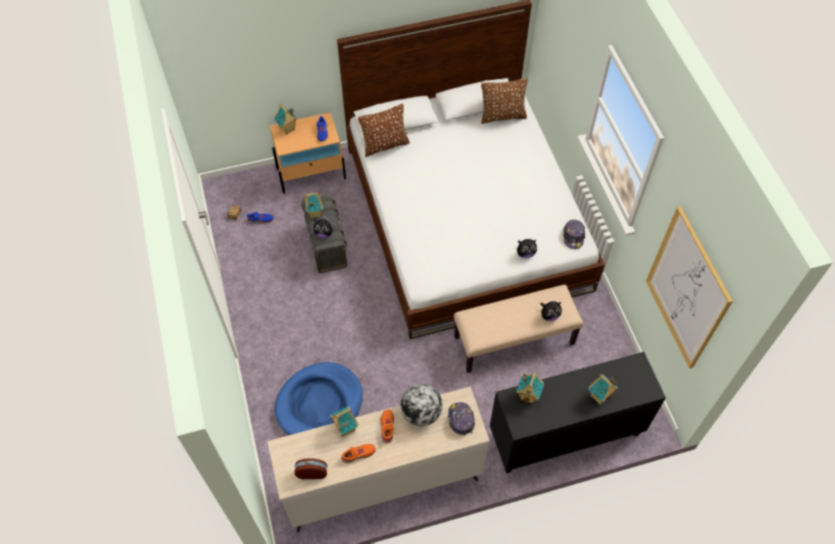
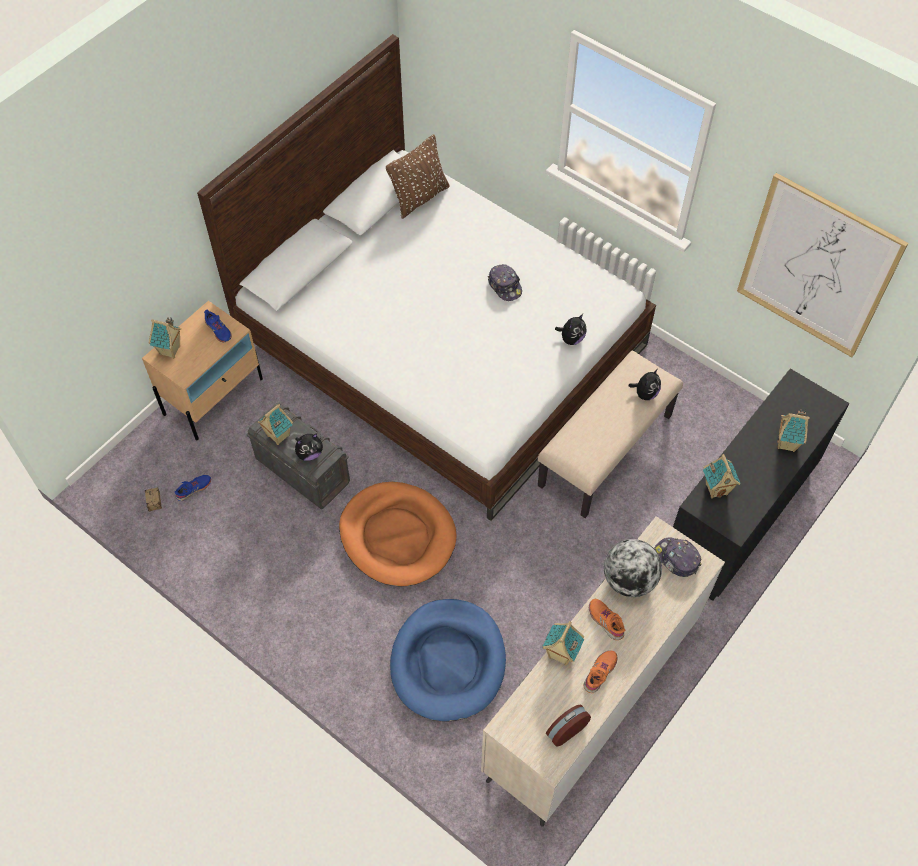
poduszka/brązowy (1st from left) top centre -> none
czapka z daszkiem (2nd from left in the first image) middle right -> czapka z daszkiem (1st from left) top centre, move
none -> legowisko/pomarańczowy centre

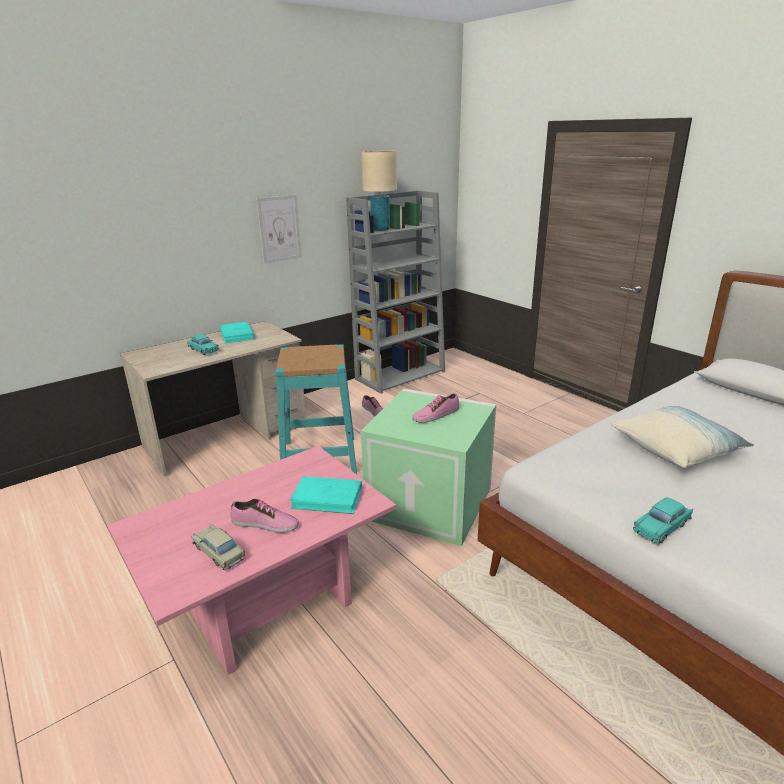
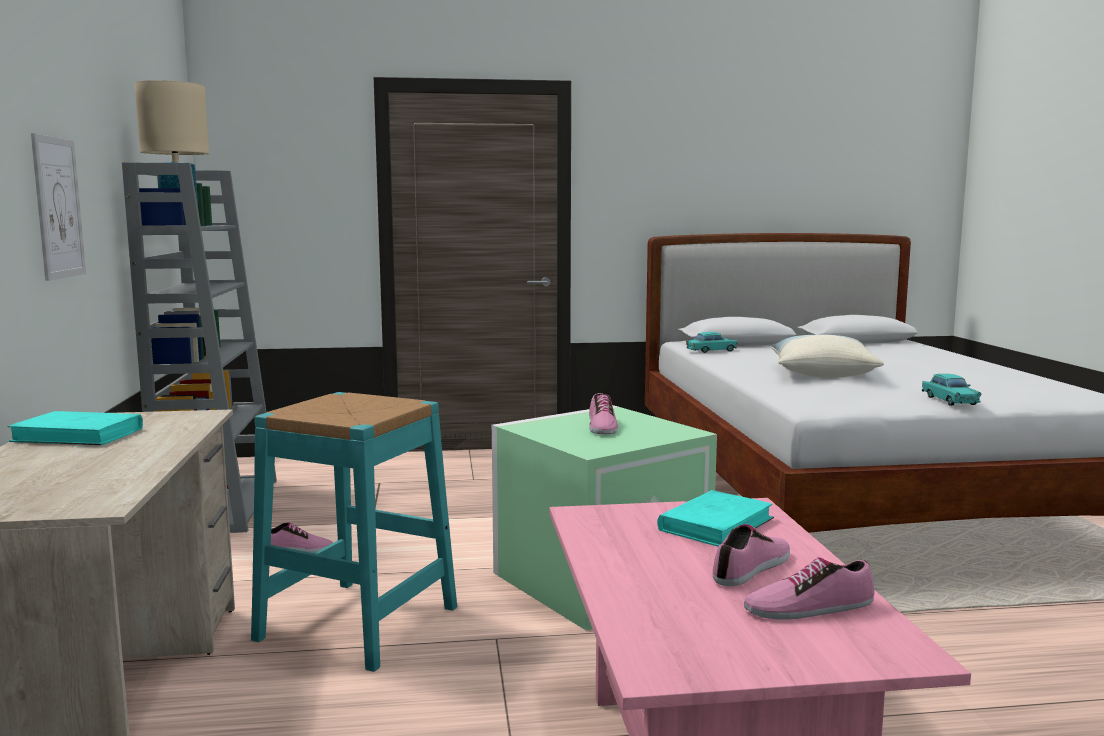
samochodzik/turkusowy (1st from left) middle left -> samochodzik/turkusowy (1st from left) centre, move
samochodzik/beżowy bottom left -> but (4th from left) bottom right

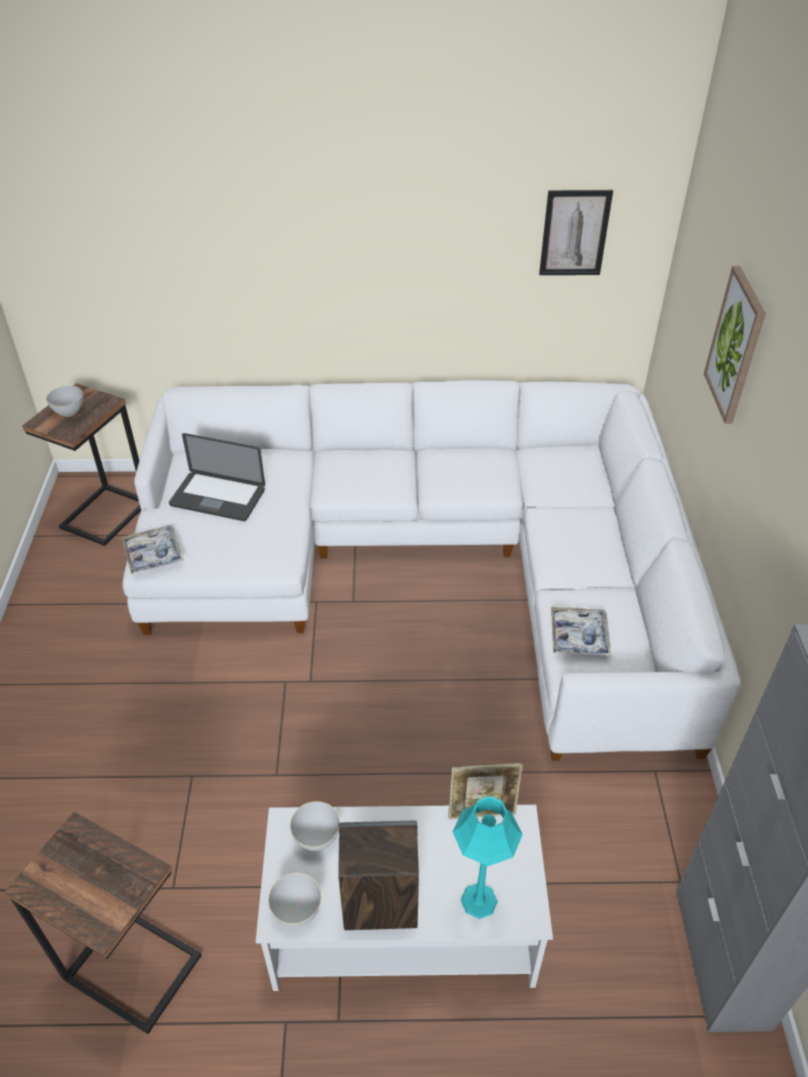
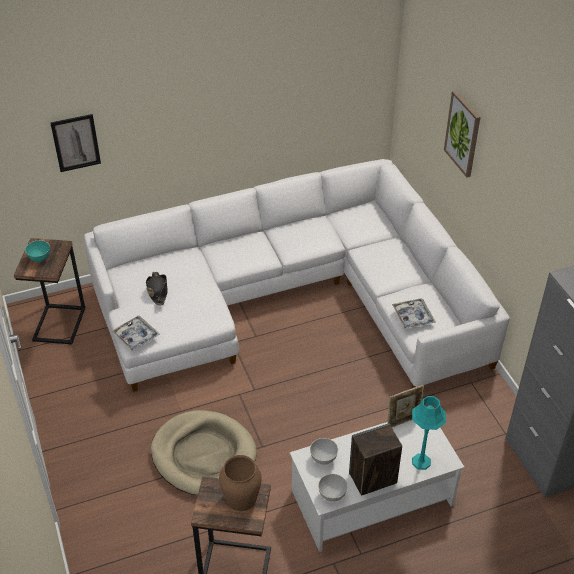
miska/szary (1st from left) middle left -> miska/turkusowy middle left
laptop middle left -> kapelusz/czarny middle left
obraz (1st from left) top right -> obraz (1st from left) top left, move
none -> legowisko/beżowy bottom centre
none -> wazon/brązowy bottom centre

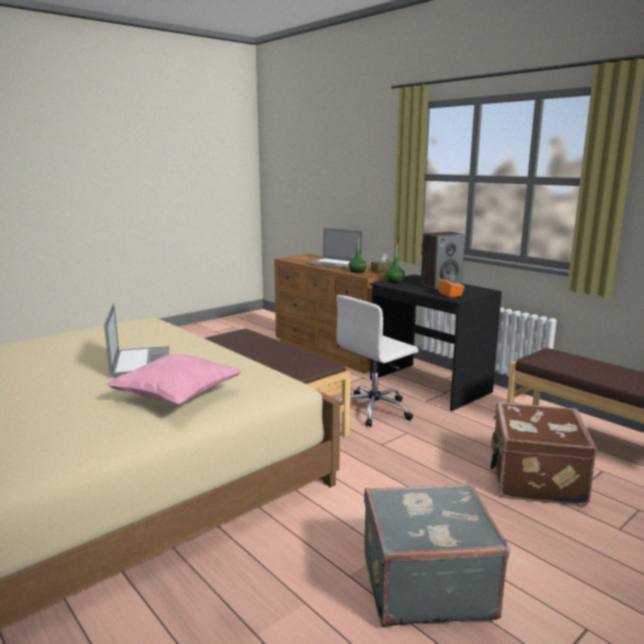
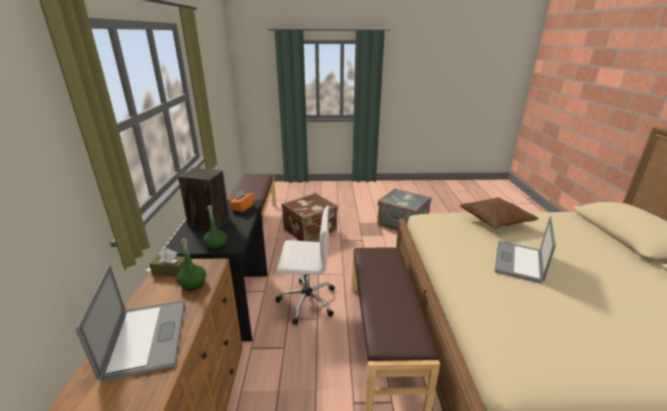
poduszka/różowy middle left -> poduszka/brązowy middle right

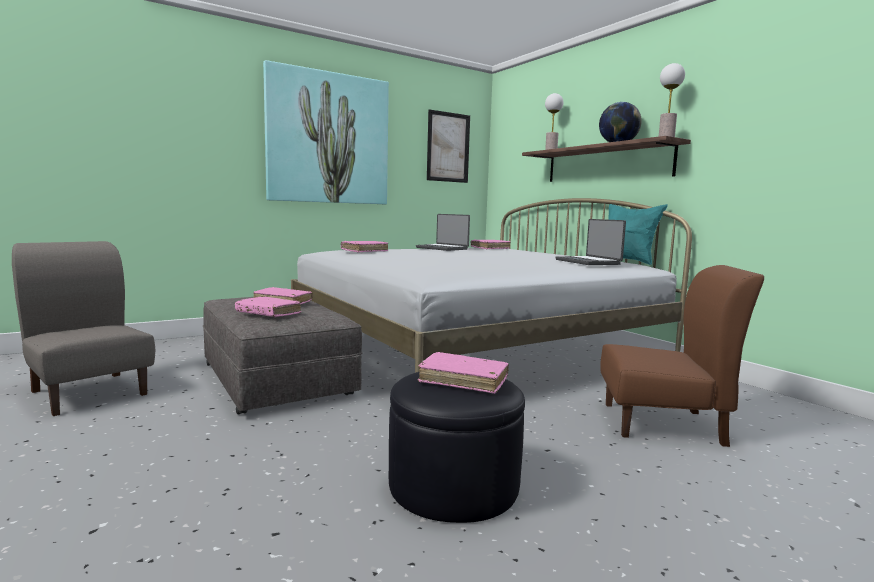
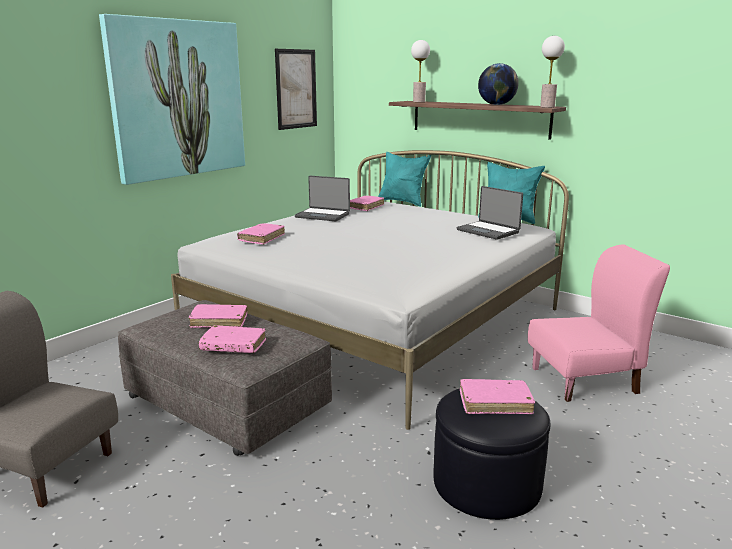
krzesło/brązowy middle right -> krzesło/różowy middle right
none -> poduszka/turkusowy (1st from left) top centre

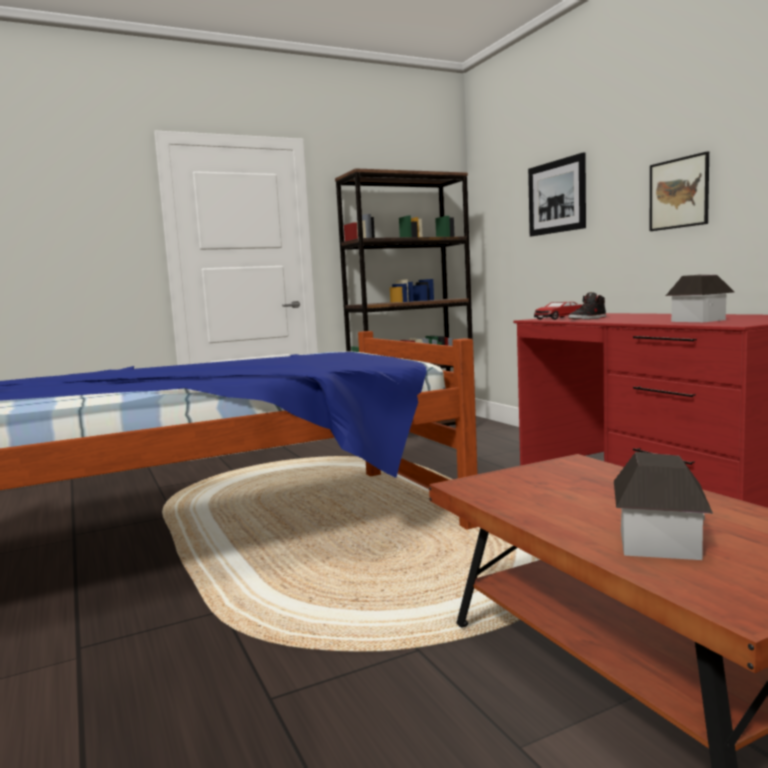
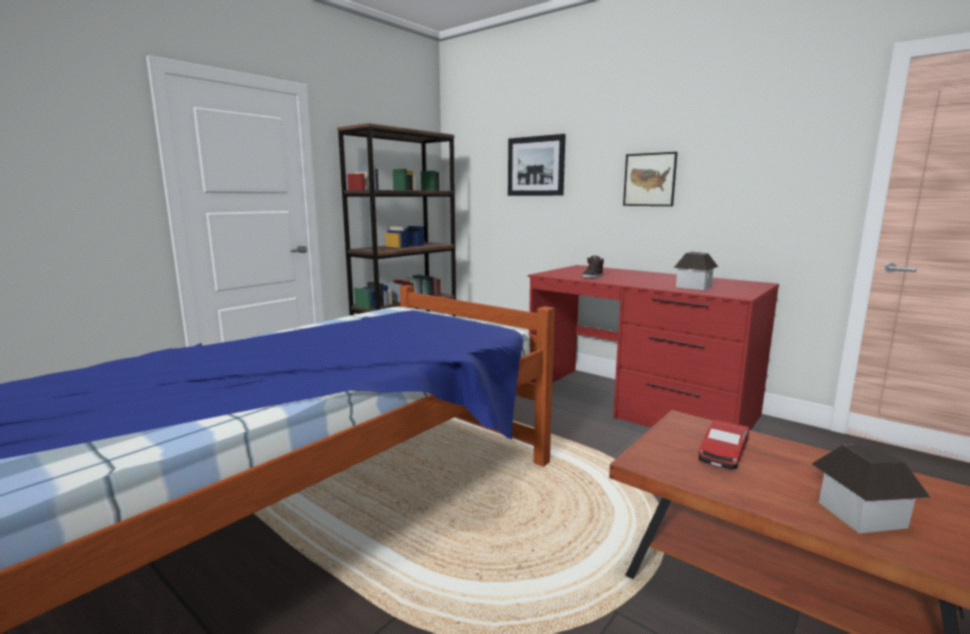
samochodzik middle right -> samochodzik bottom right, move

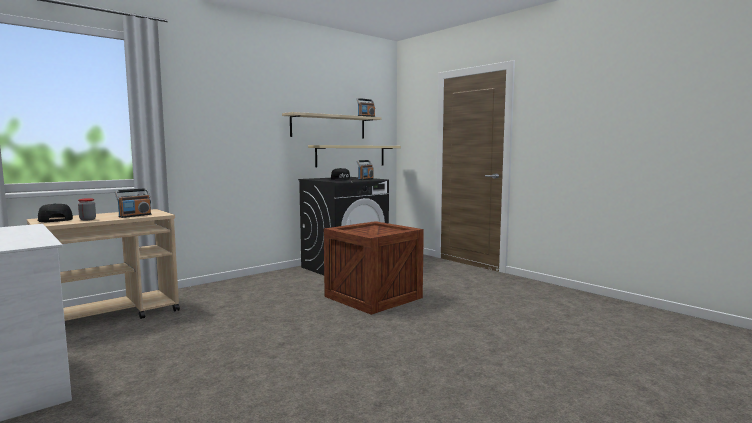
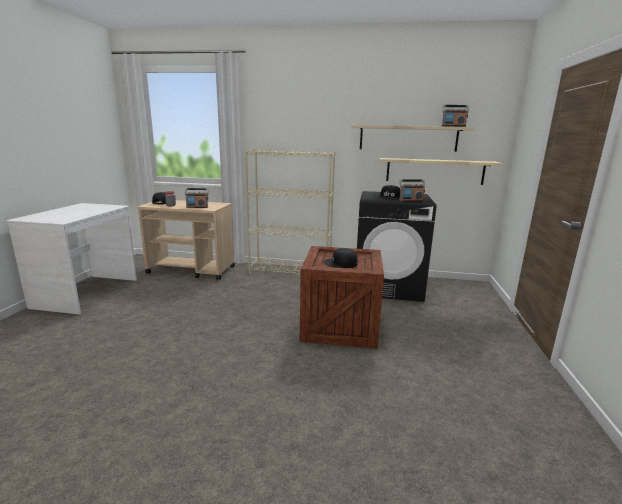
none -> regał/beżowy centre
none -> czapka z daszkiem/czarny (2nd from left) centre

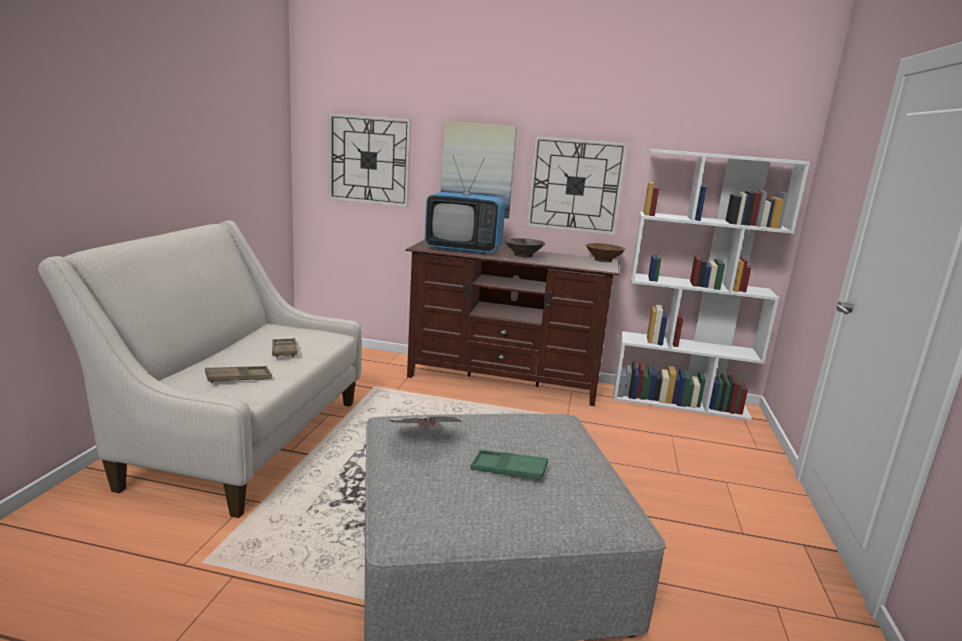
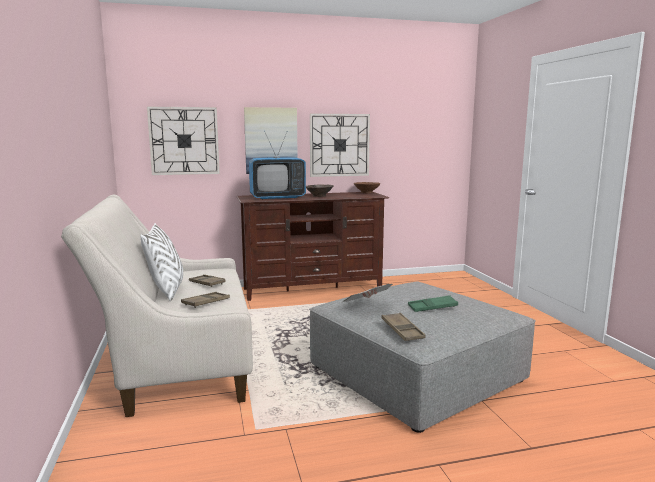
regał/biały middle right -> none
none -> poduszka/biały middle left
none -> taca/brązowy (3rd from left) bottom centre

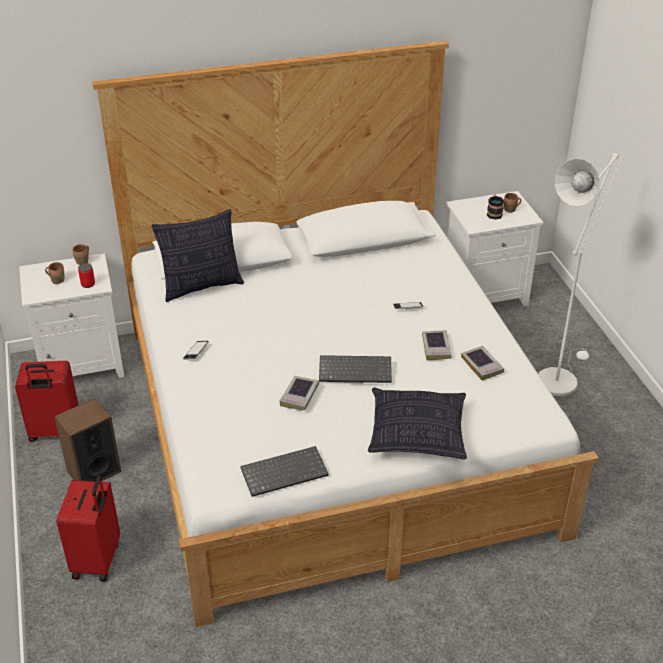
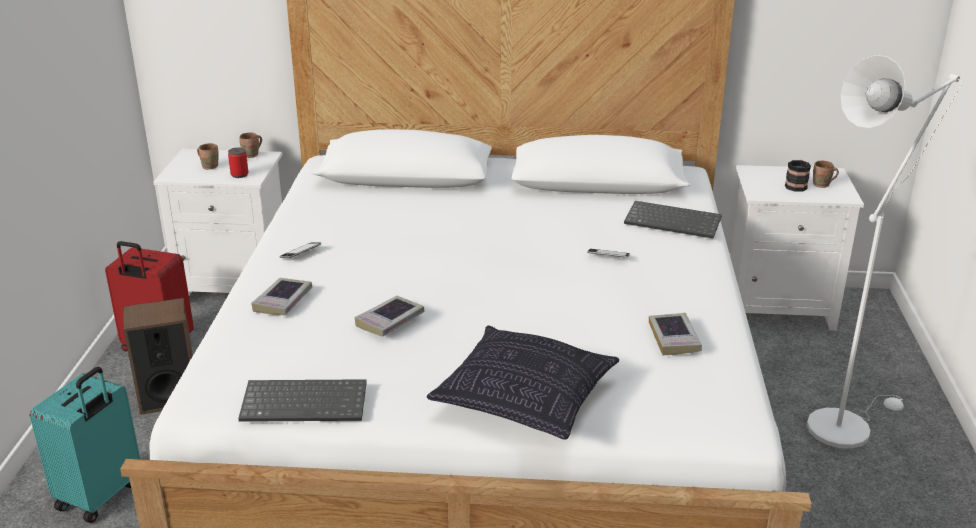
walizka/czerwony (2nd from left) bottom left -> walizka/turkusowy bottom left
poduszka (1st from left) middle left -> none
klawiatura (2nd from left) centre -> klawiatura (2nd from left) middle right, move
książka (2nd from left in the first image) centre -> książka (1st from left) middle left, move

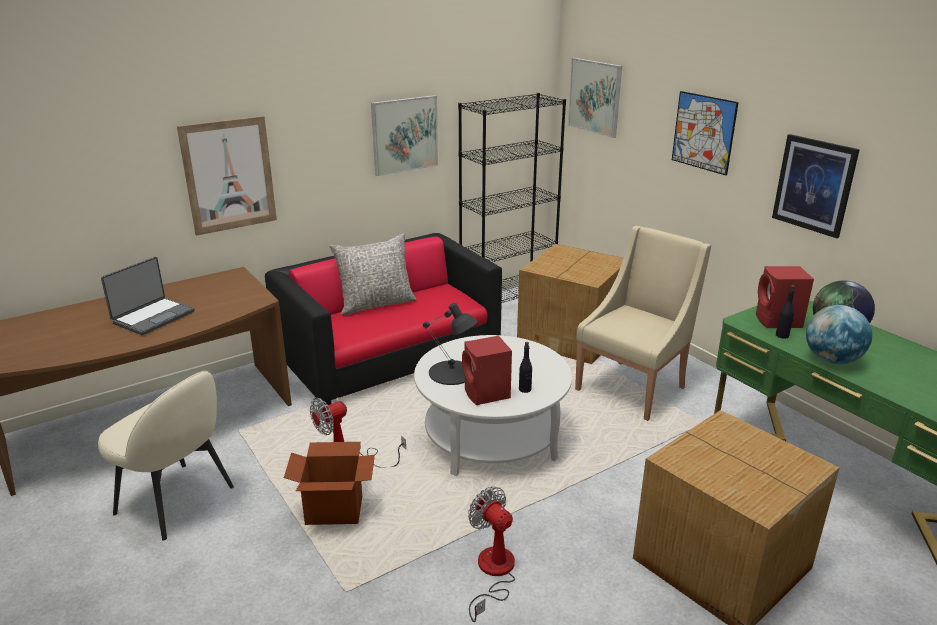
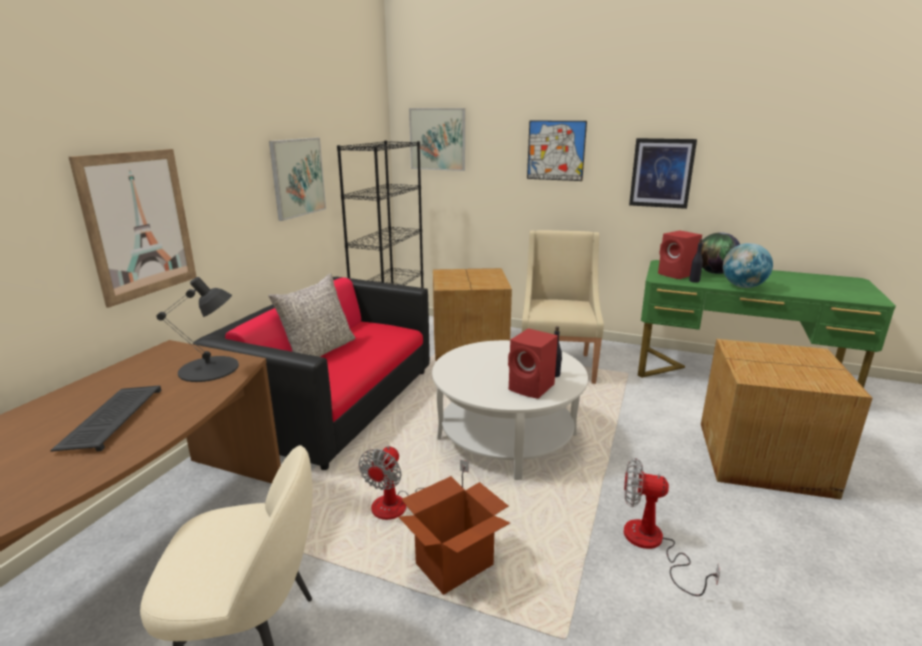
laptop middle left -> klawiatura middle left
lampa stołowa/czarny centre -> lampa stołowa/czarny middle left, move

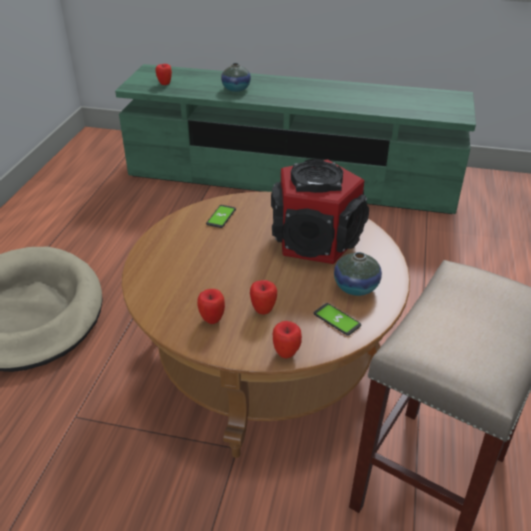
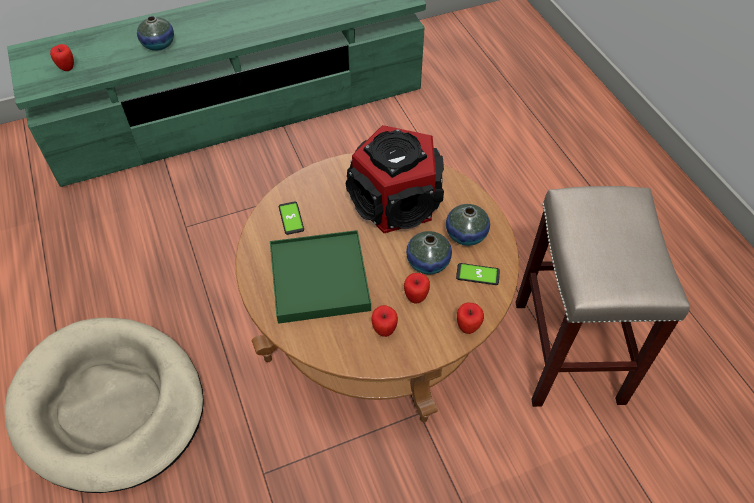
none -> taca/zielony centre
none -> wazon (2nd from left) centre

